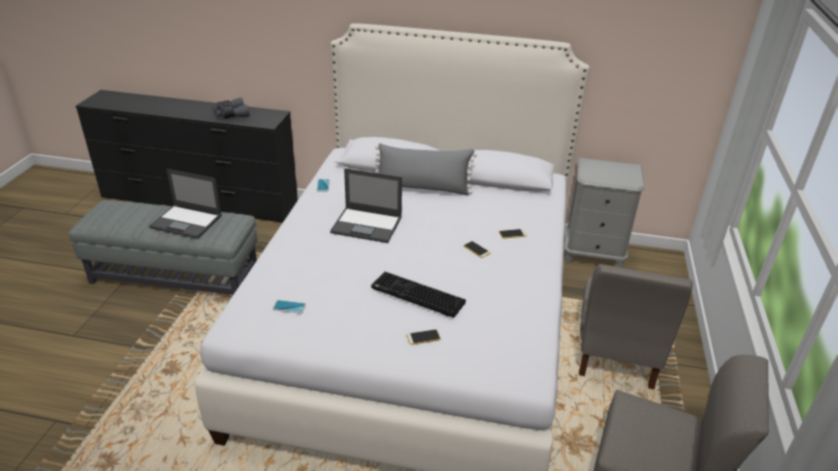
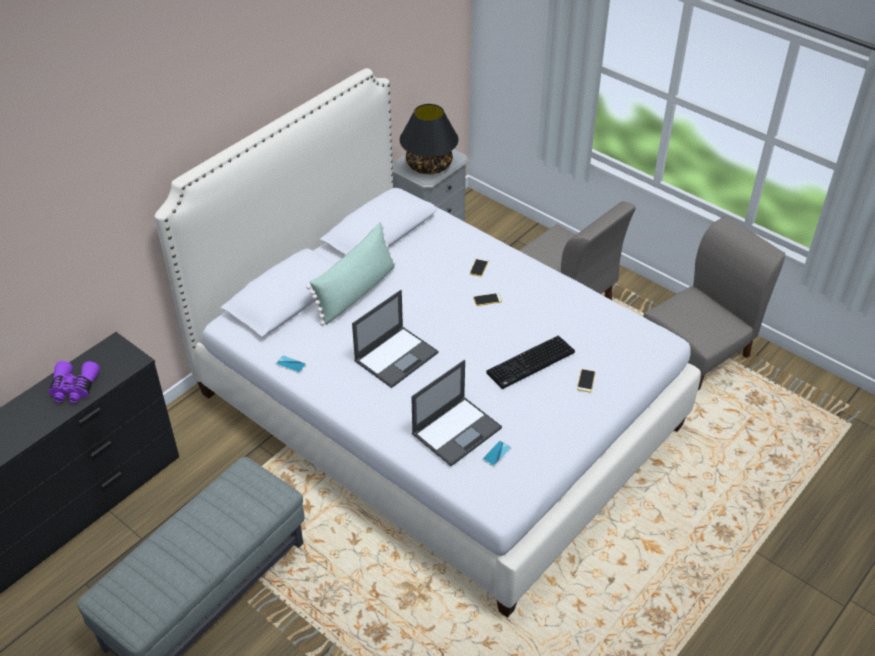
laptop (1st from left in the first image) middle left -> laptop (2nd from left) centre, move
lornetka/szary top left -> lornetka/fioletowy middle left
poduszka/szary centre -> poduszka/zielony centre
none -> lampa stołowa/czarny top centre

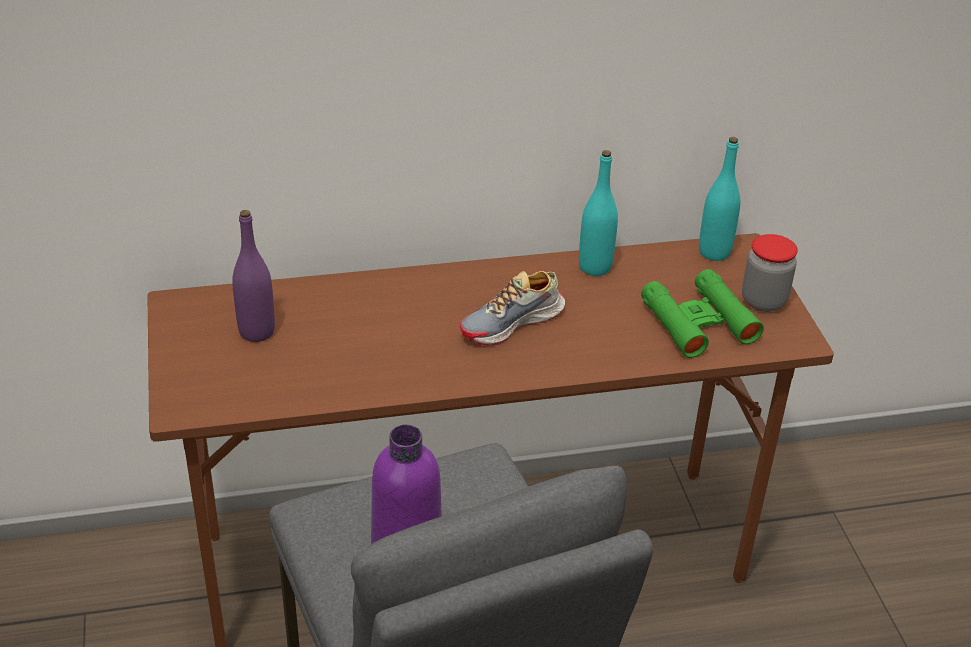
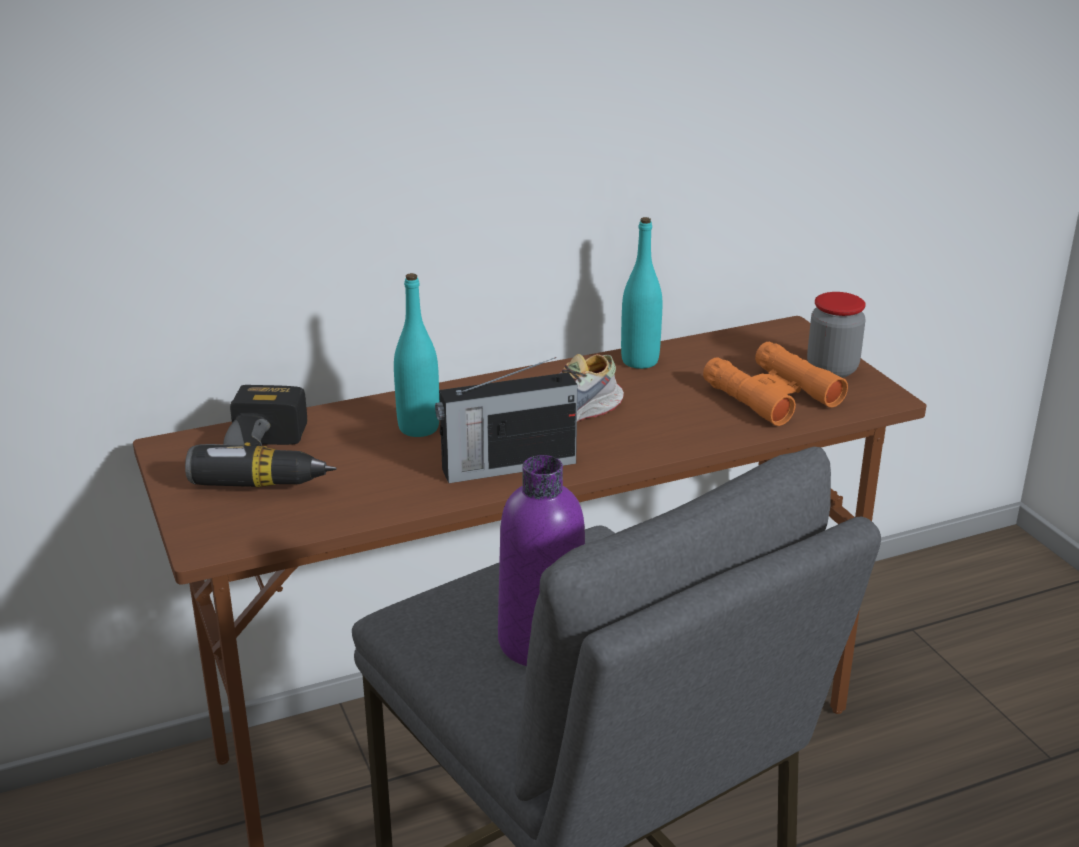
butelka/fioletowy (1st from left) middle left -> wiertarka middle left
lornetka/zielony middle right -> lornetka/pomarańczowy middle right
butelka/turkusowy (2nd from left in the first image) top right -> butelka/turkusowy (1st from left) centre, move
none -> radio centre

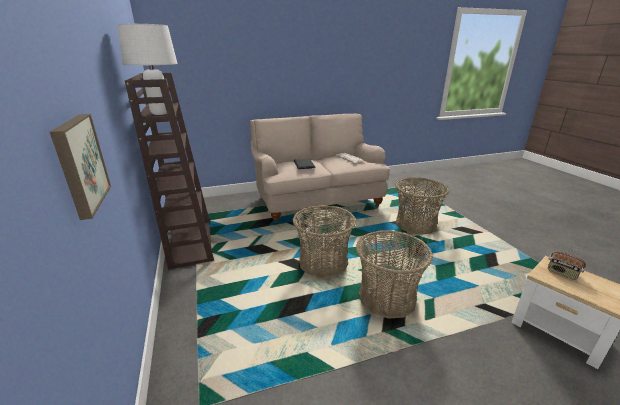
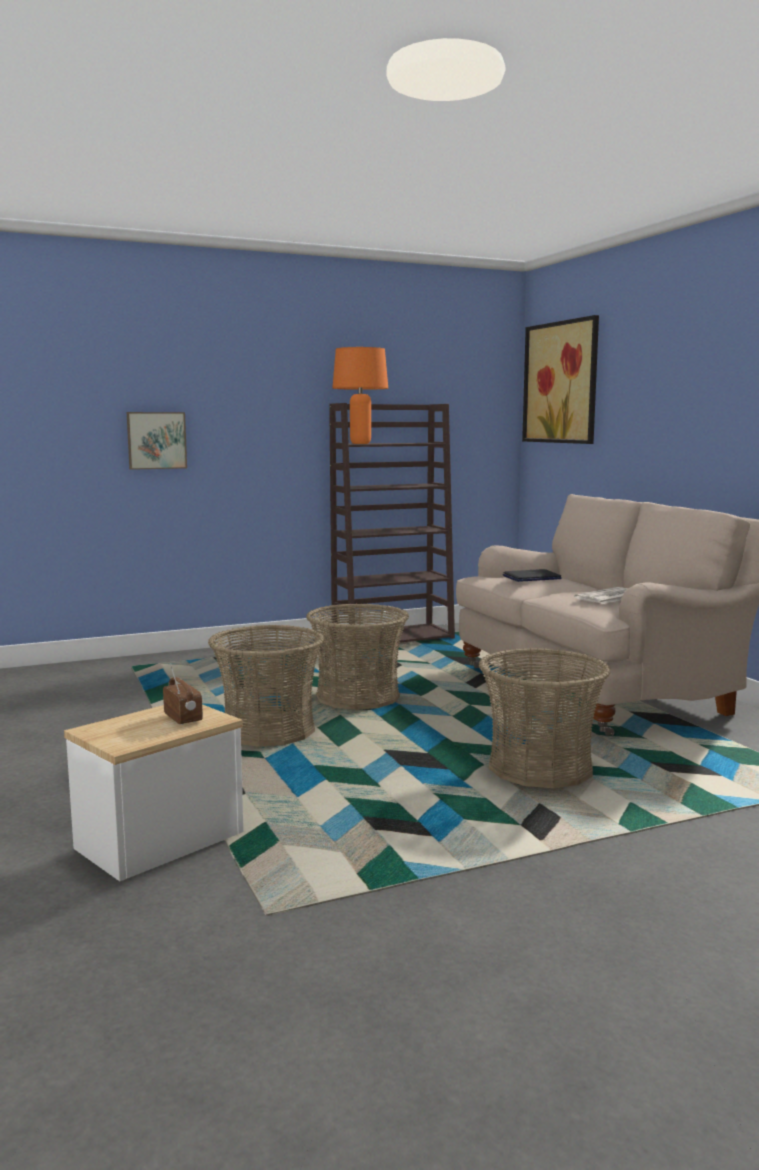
lampa stołowa/biały top left -> lampa stołowa/pomarańczowy centre
radio middle right -> radio middle left, 105 degrees clockwise
none -> obraz (2nd from left) top right

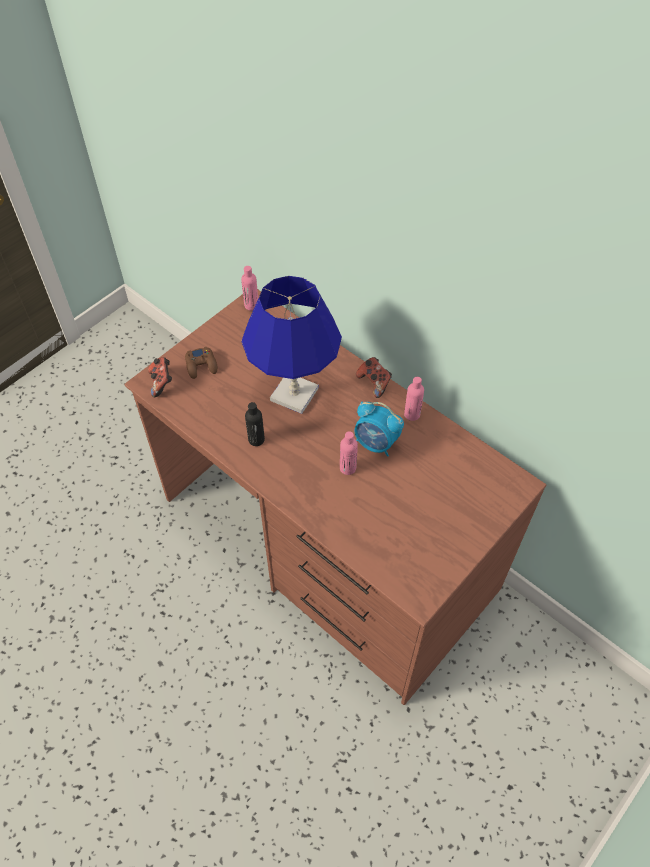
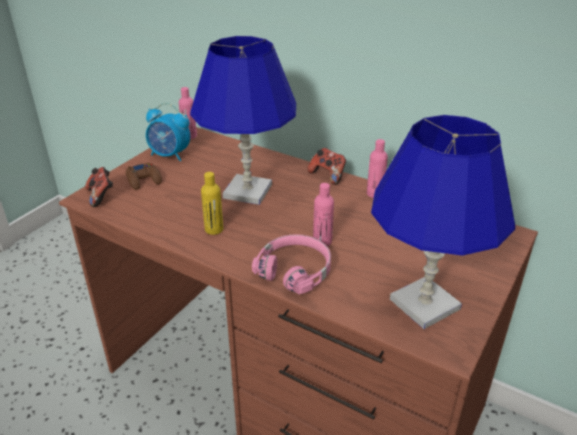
butelka/czarny centre -> butelka/żółty centre
budzik centre -> budzik top left, move
none -> słuchawki/różowy centre
none -> lampa stołowa/niebieski (2nd from left) middle right

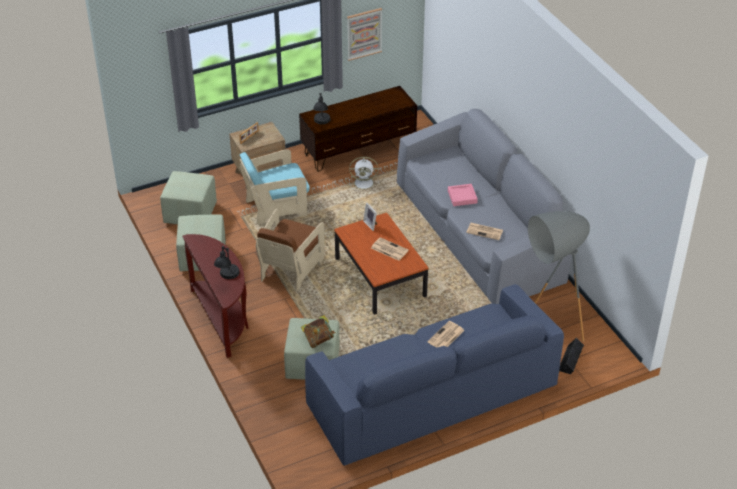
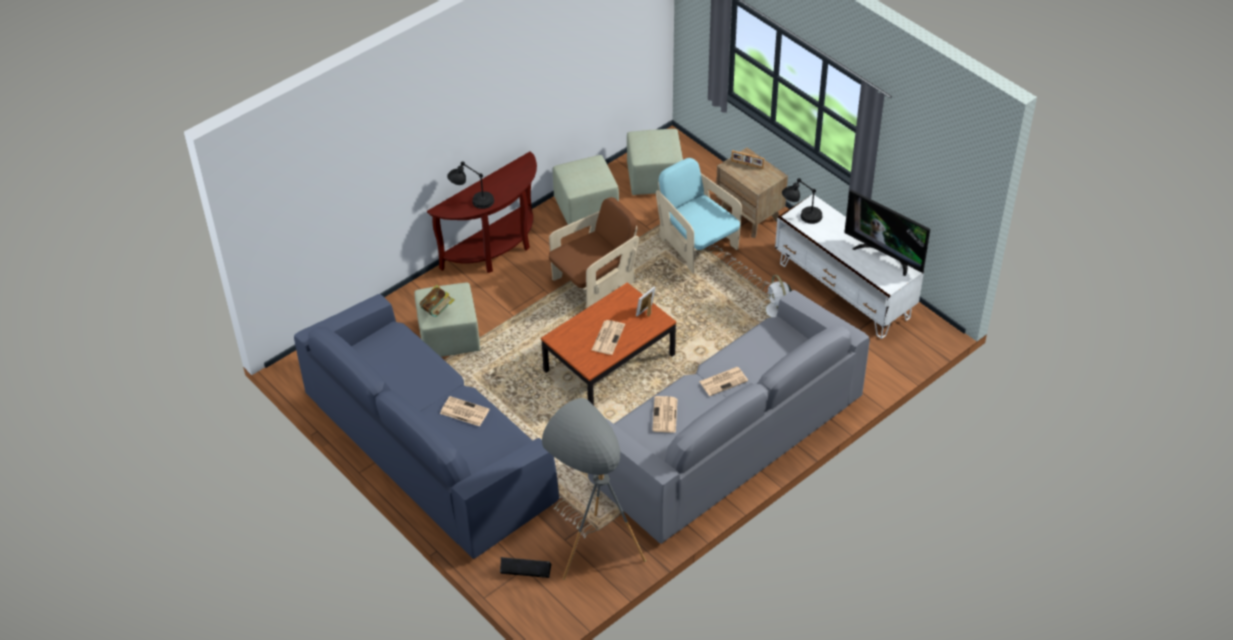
fotel/brązowy centre, 135 degrees clockwise
szafka pod telewizor/brązowy top centre -> szafka pod telewizor/biały middle right
obraz top centre -> none
taca/różowy centre -> gazeta (4th from left) centre
none -> telewizor middle right

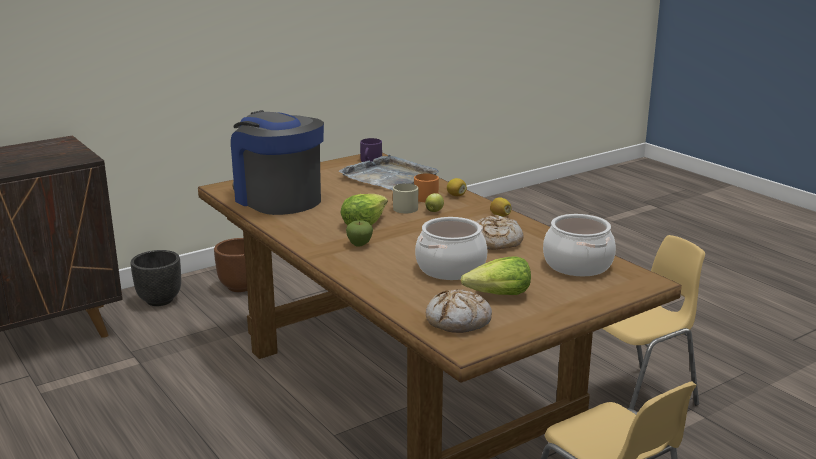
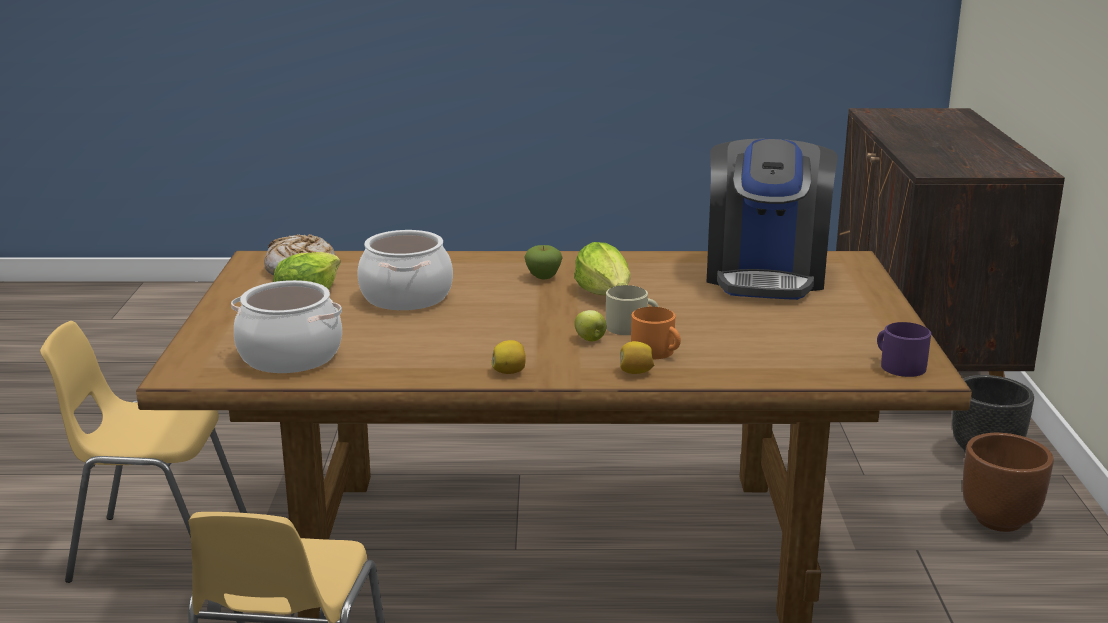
ekspres do kawy centre -> ekspres do kawy middle right, 105 degrees clockwise
taca/szary centre -> none
chleb (2nd from left) centre -> none

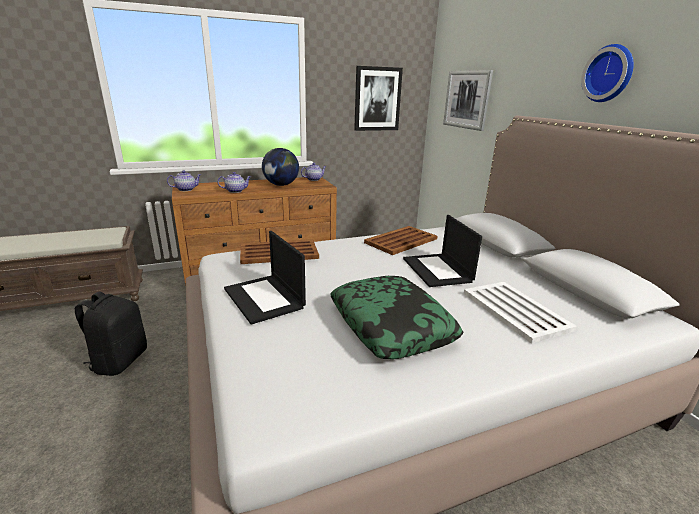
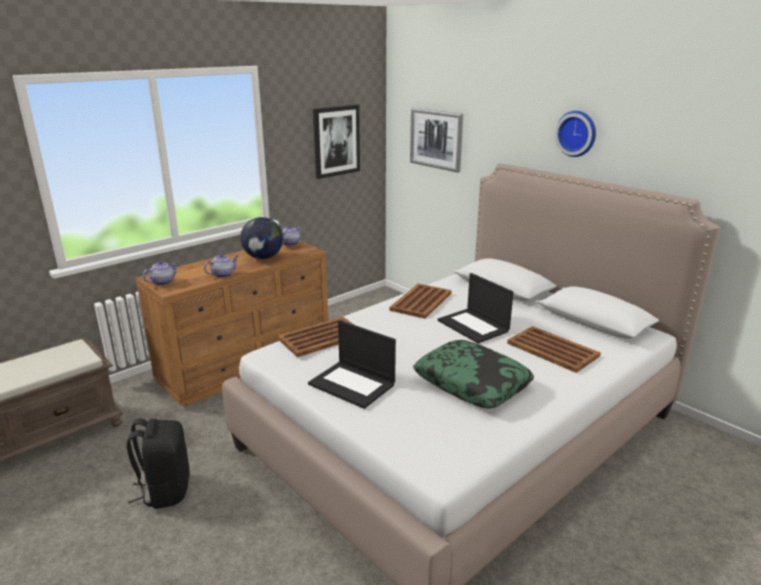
taca/biały middle right -> taca/brązowy (3rd from left) middle right

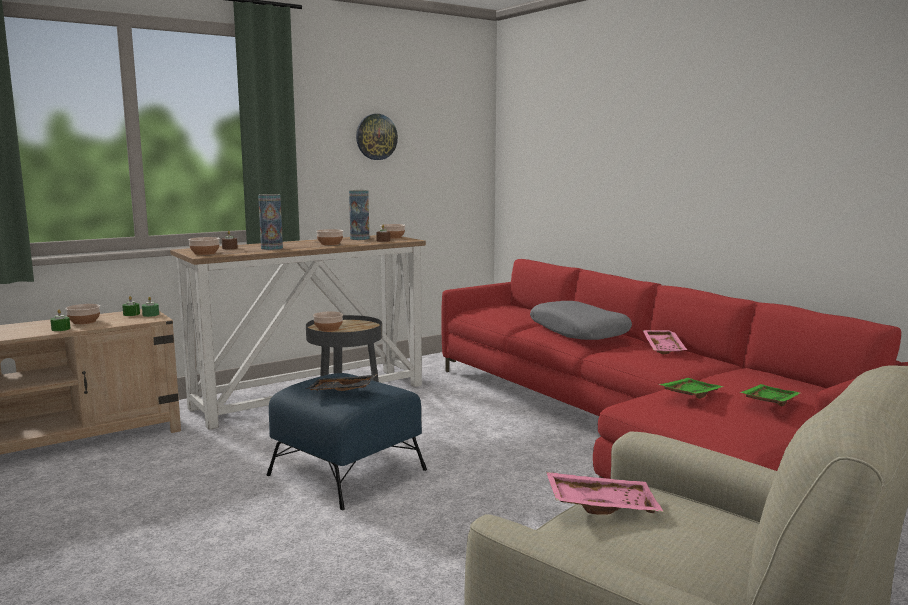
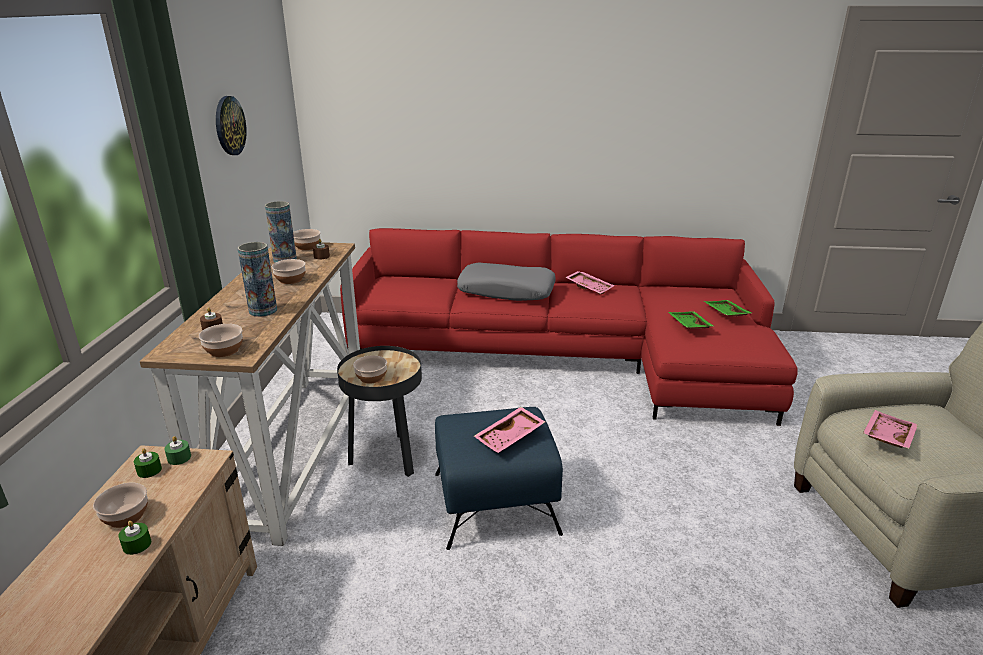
taca/czarny centre -> taca/różowy (1st from left) centre

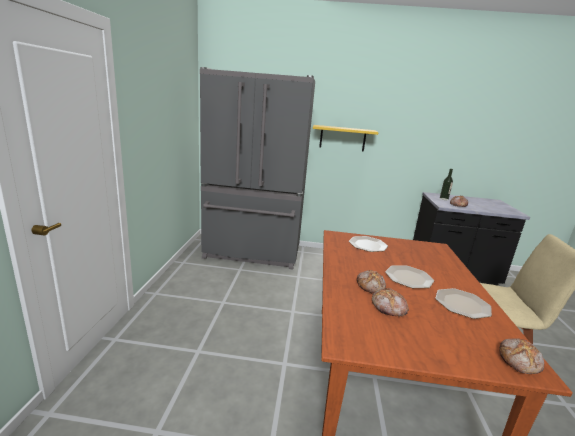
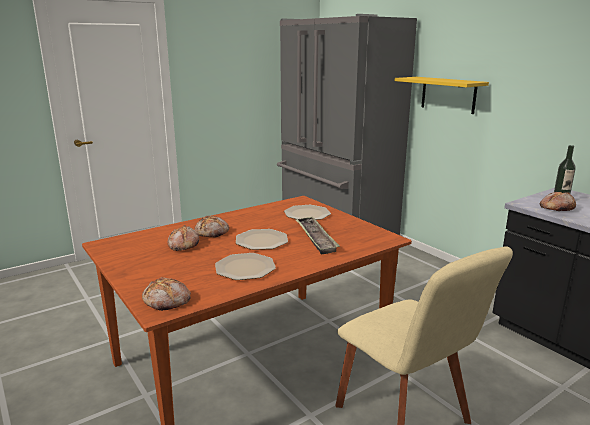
none -> taca centre

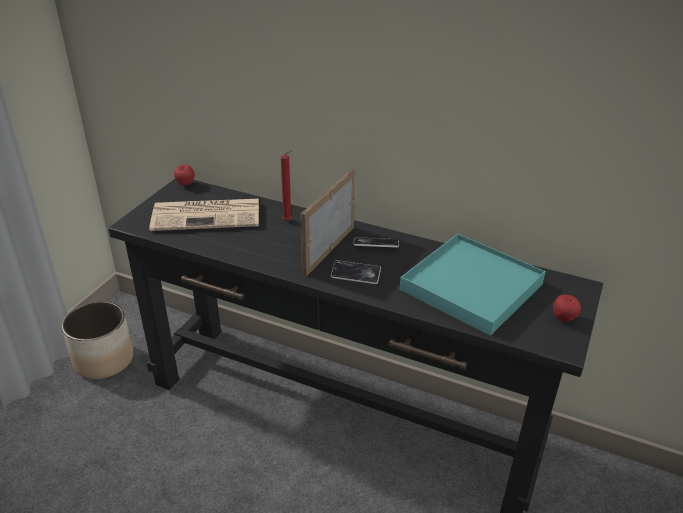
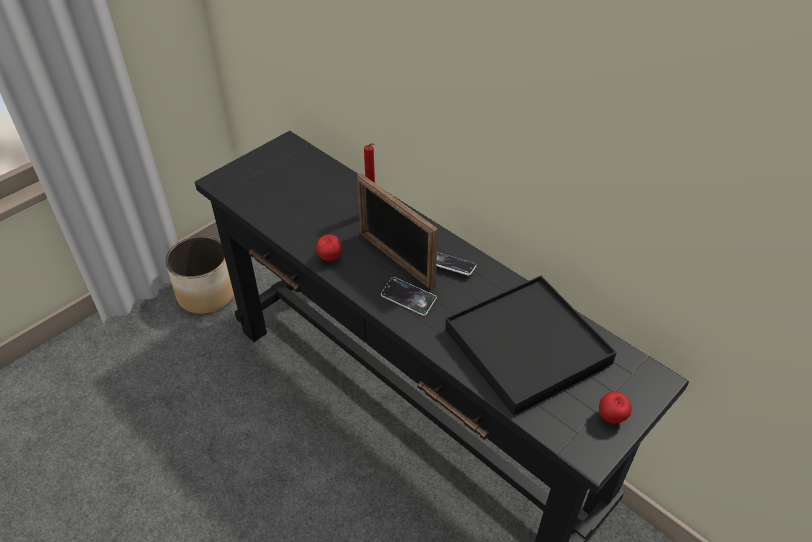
gazeta middle left -> none
jabłko (1st from left) middle left -> jabłko (1st from left) centre, move
ramka na zdjęcie centre, 90 degrees counterclockwise
taca/turkusowy middle right -> taca/czarny centre

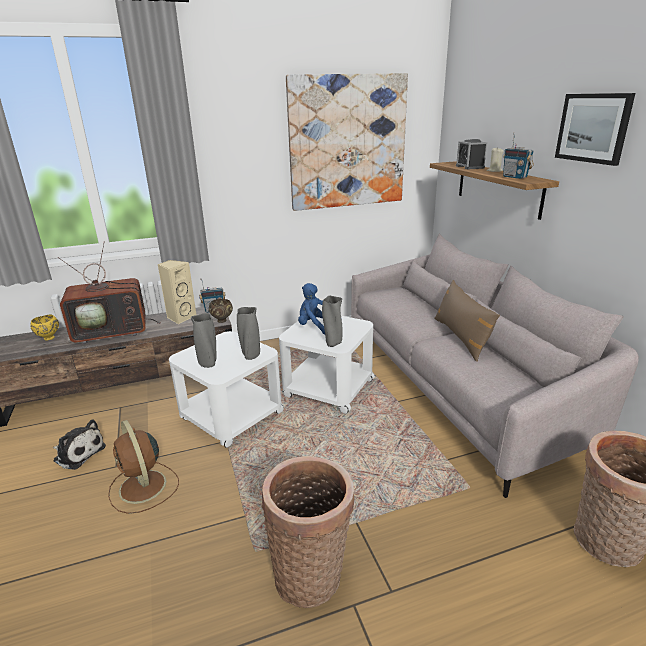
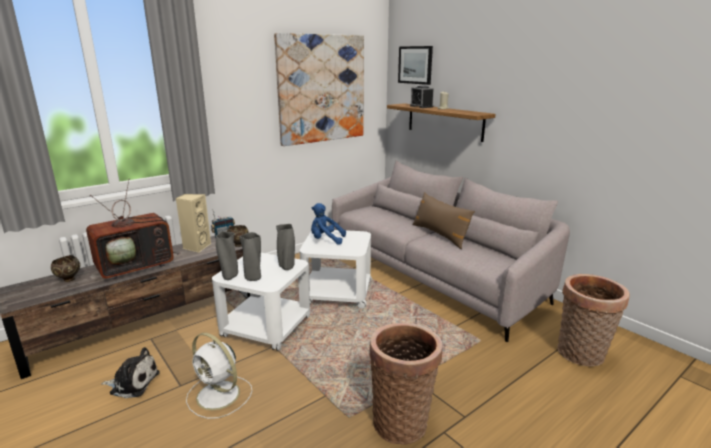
miska/żółty middle left -> miska/brązowy (1st from left) middle left
wentylator/brązowy bottom left -> wentylator/biały bottom left
wazon/szary (3rd from left in the first image) centre -> wazon/szary (1st from left) middle left, move
radio (2nd from left) top right -> none
obraz (2nd from left) top right -> obraz (2nd from left) top centre, move

